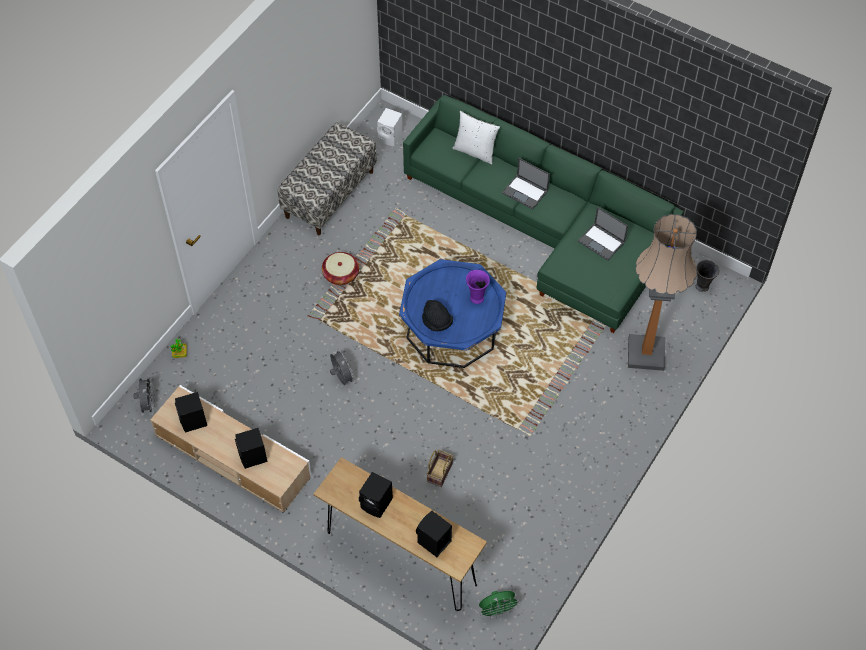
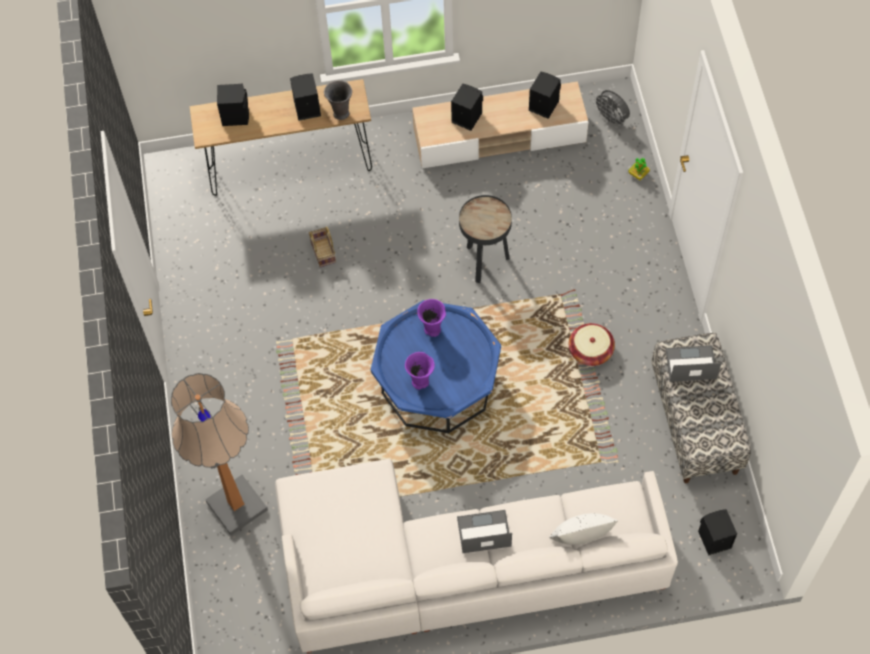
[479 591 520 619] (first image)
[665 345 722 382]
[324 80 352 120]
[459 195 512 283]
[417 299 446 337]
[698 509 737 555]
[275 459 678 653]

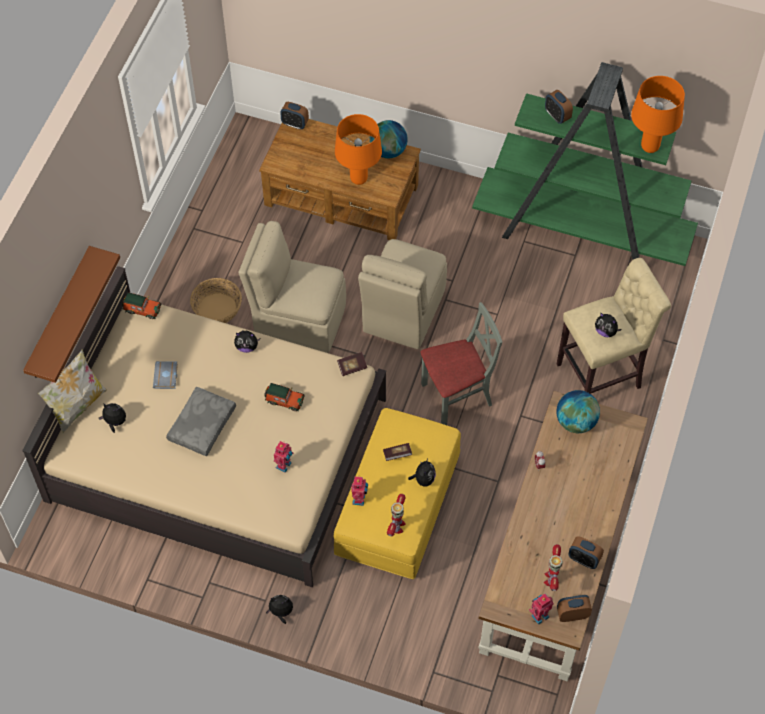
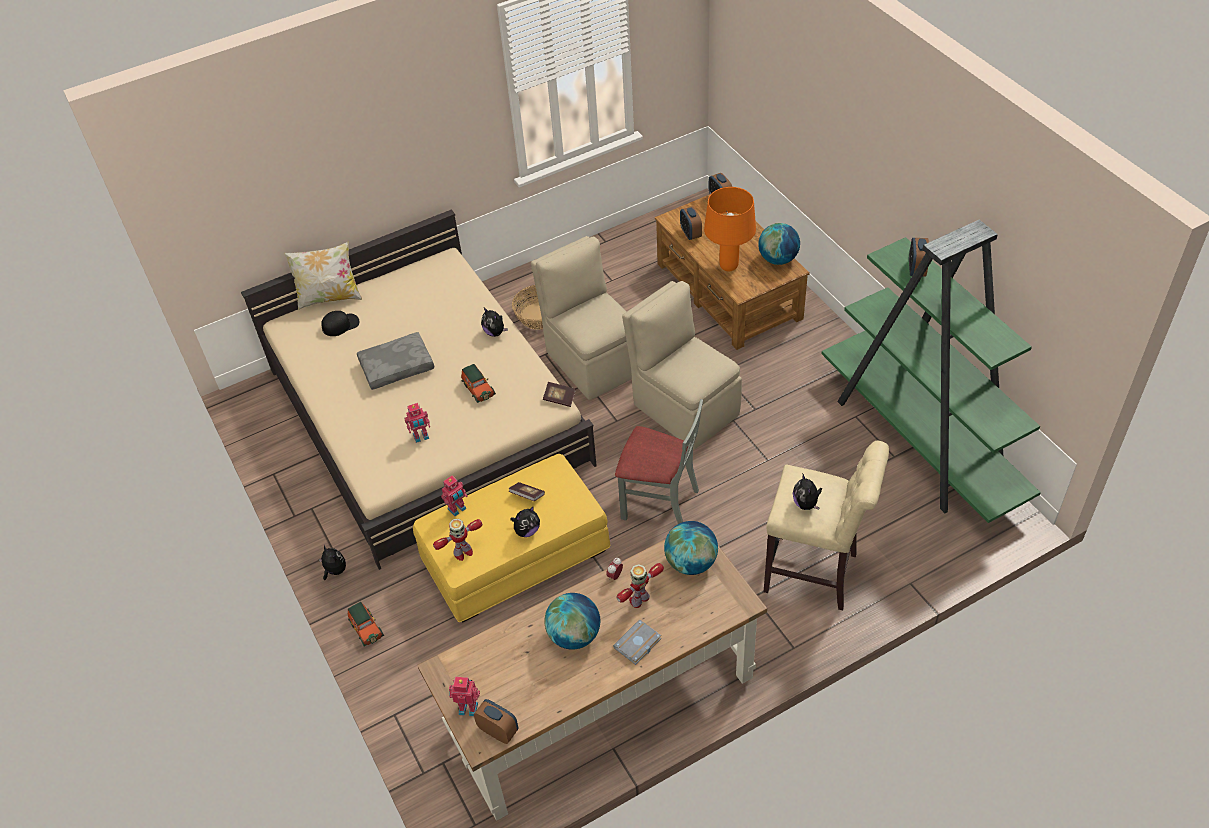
[23 246 120 383] (first image)
[631 76 685 153] (first image)
[544 593 600 650]
[348 602 384 646]
[613 620 661 665]
[616 563 664 608]
[680 206 702 240]
[321 311 359 336]
[622 281 742 450]

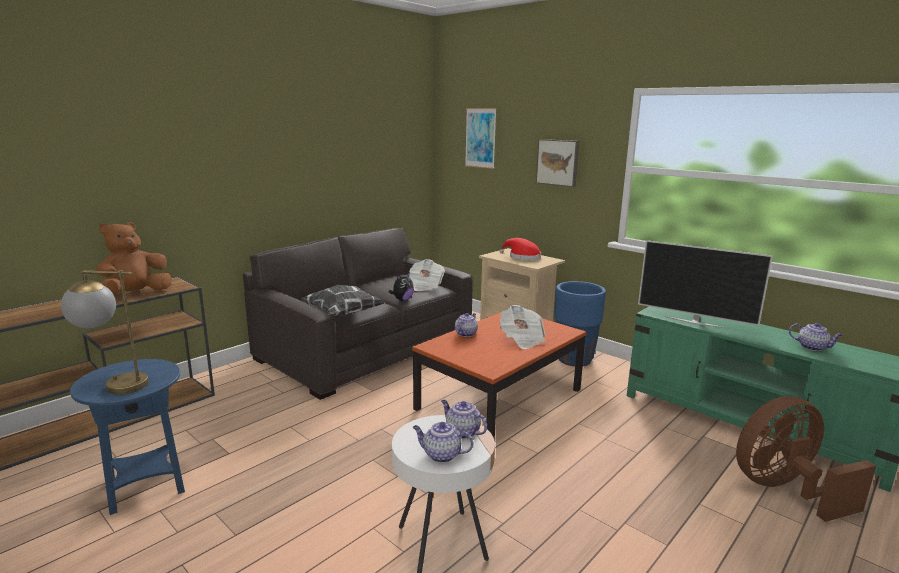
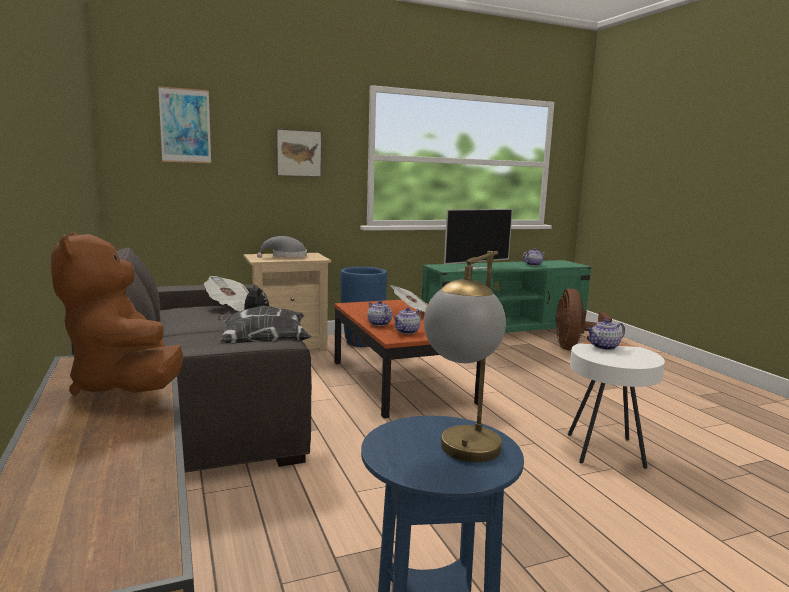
[393 307 421 334]
[257 236 307 258]

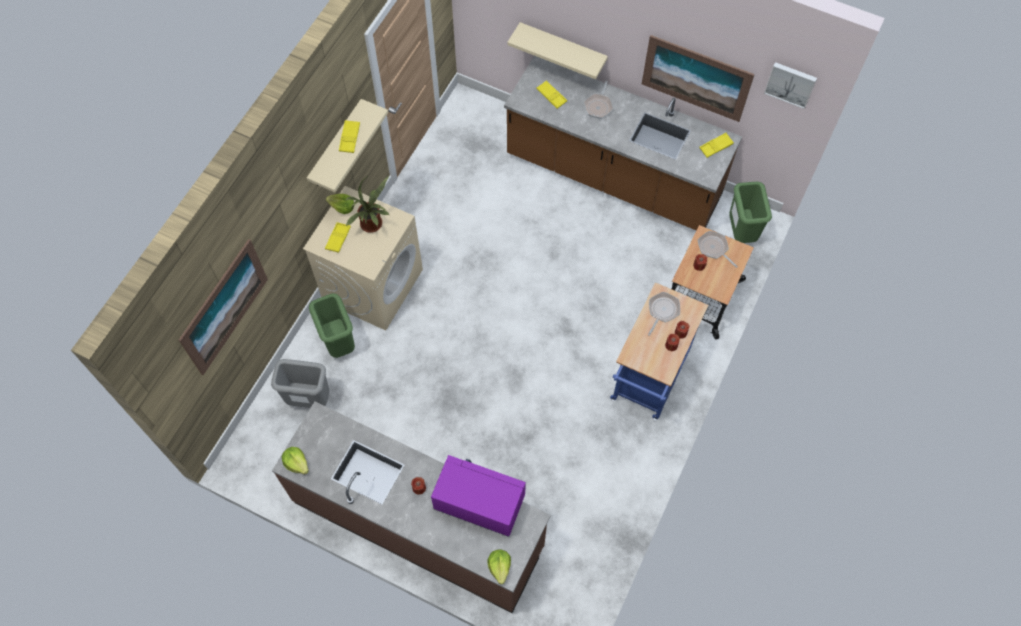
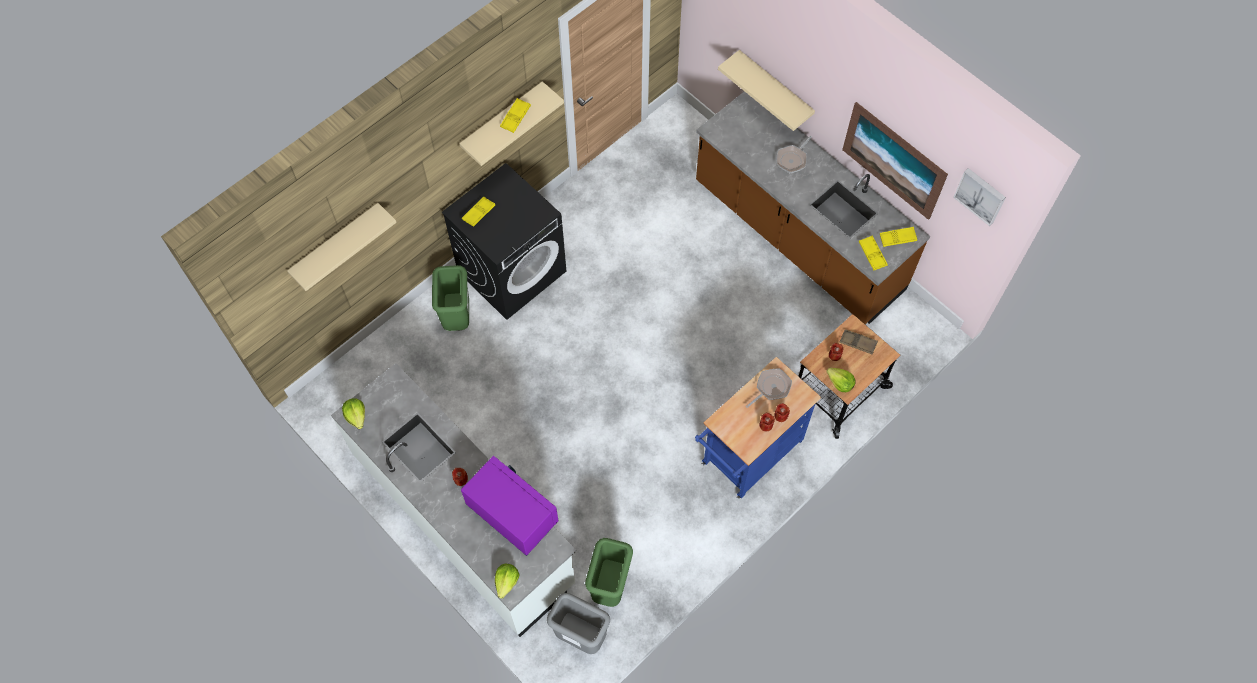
[345 176 389 233] (first image)
[547 593 610 654]
[826 368 855 392]
[859 236 888 270]
[585 538 633 607]
[287 203 396 291]
[839 329 878 354]
[331 363 576 637]
[442 163 566 320]

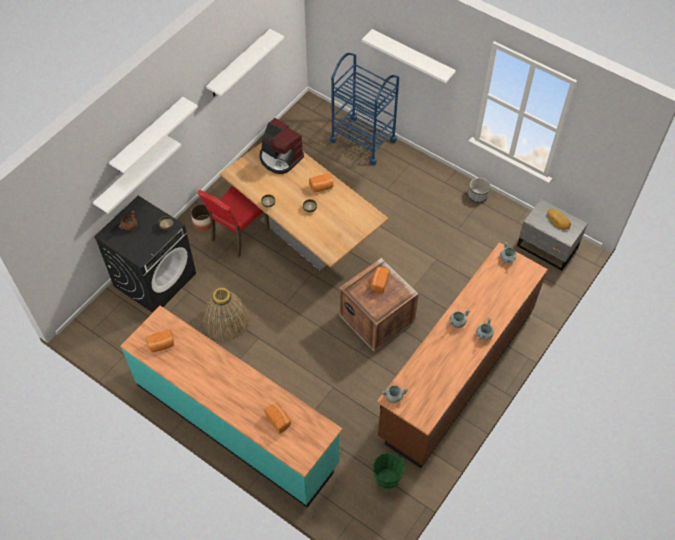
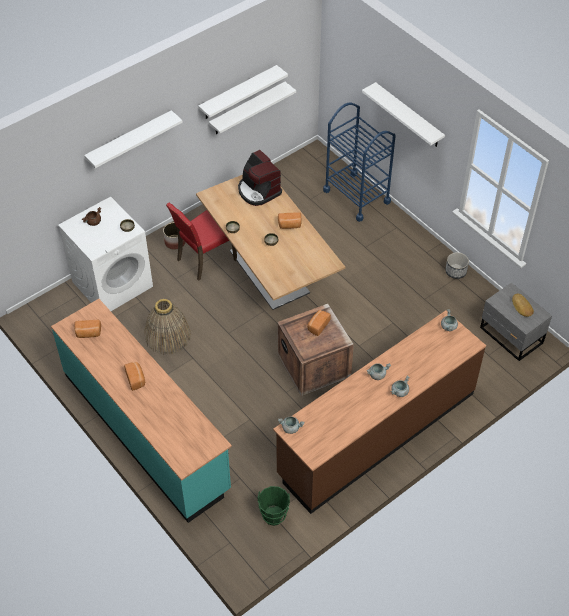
[209 82 296 134]
[124 362 145 391]
[58 197 153 311]

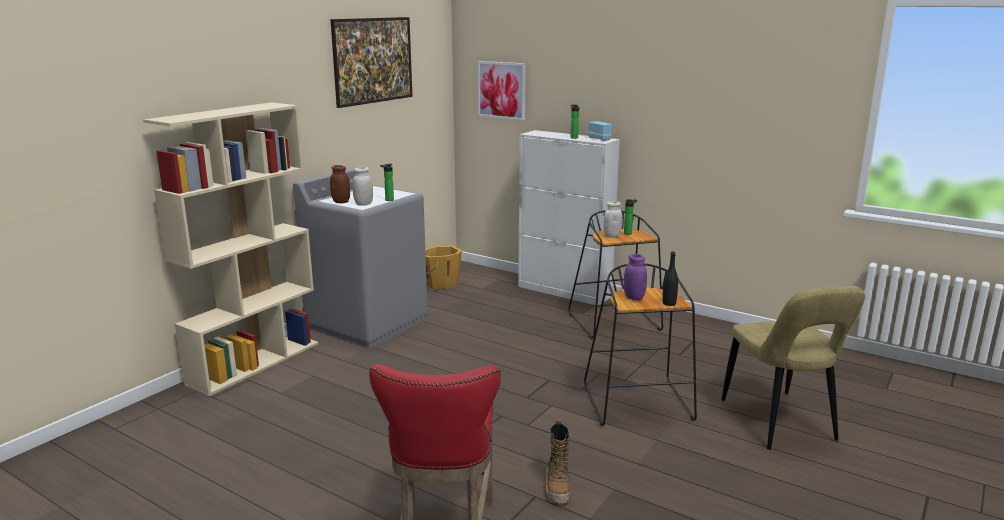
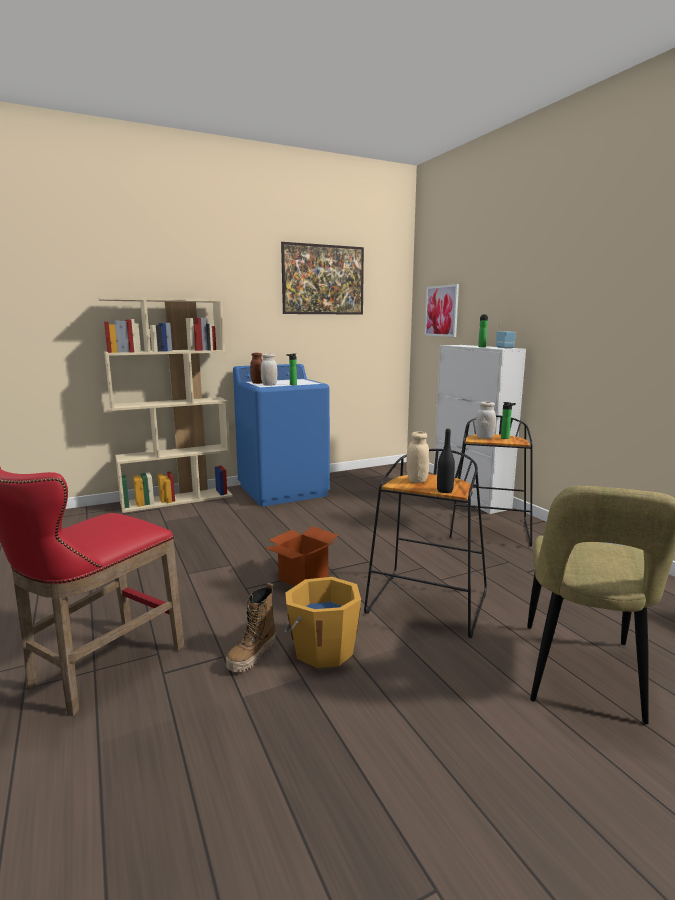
[265 526 338 587]
[285 577 361 668]
[233 364 330 507]
[406 431 429 483]

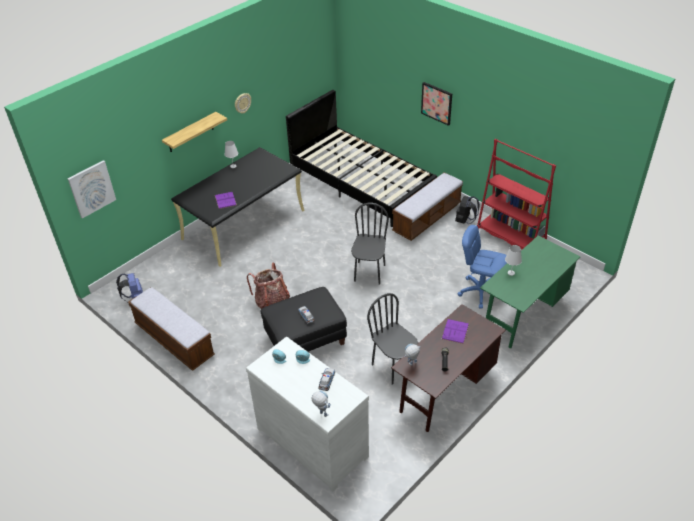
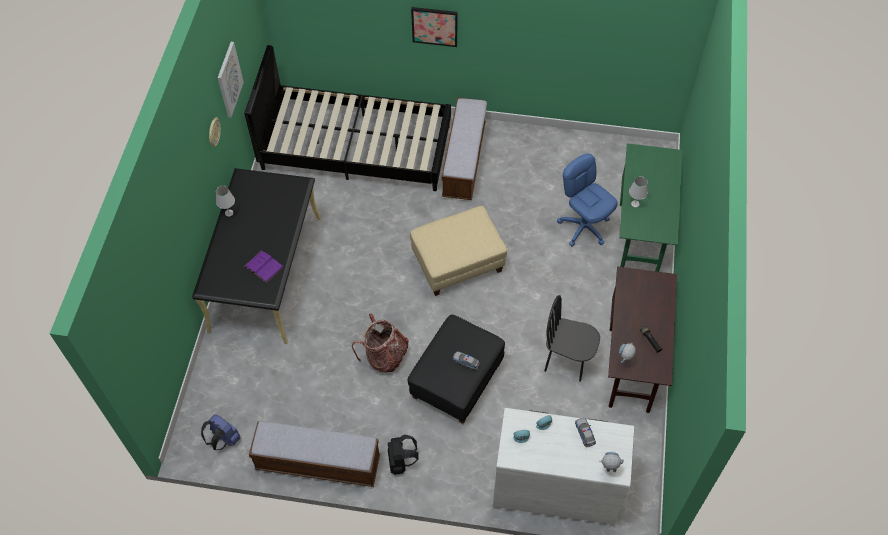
[162 112 227 152] (first image)
[442 319 469 344] (first image)
[477 139 556 249] (first image)
[218 42 244 117]
[388 435 419 475]
[410 206 507 296]
[557 154 618 246]

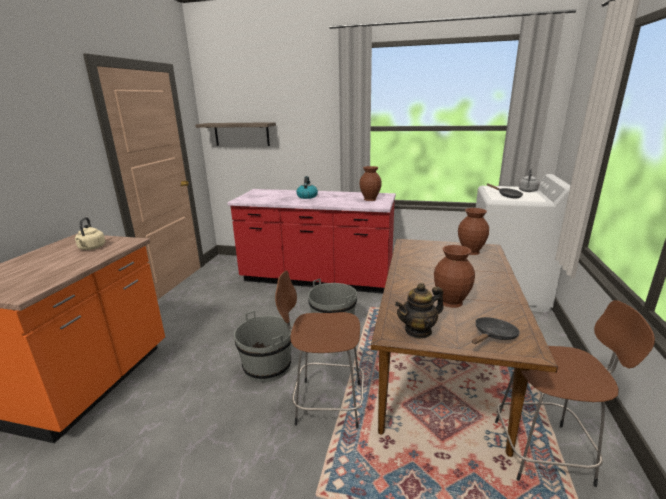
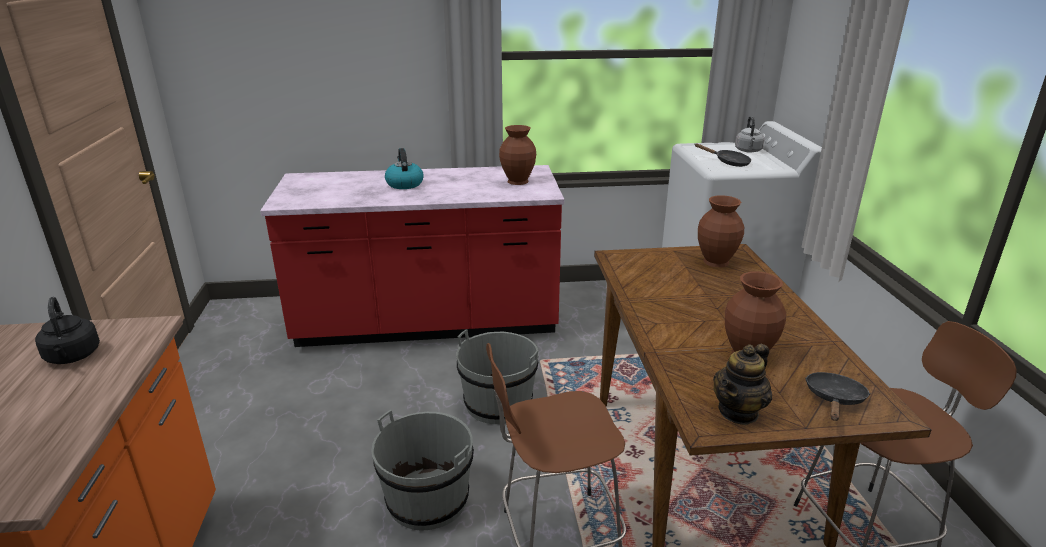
[195 122 276 146] (first image)
[35 297 100 364]

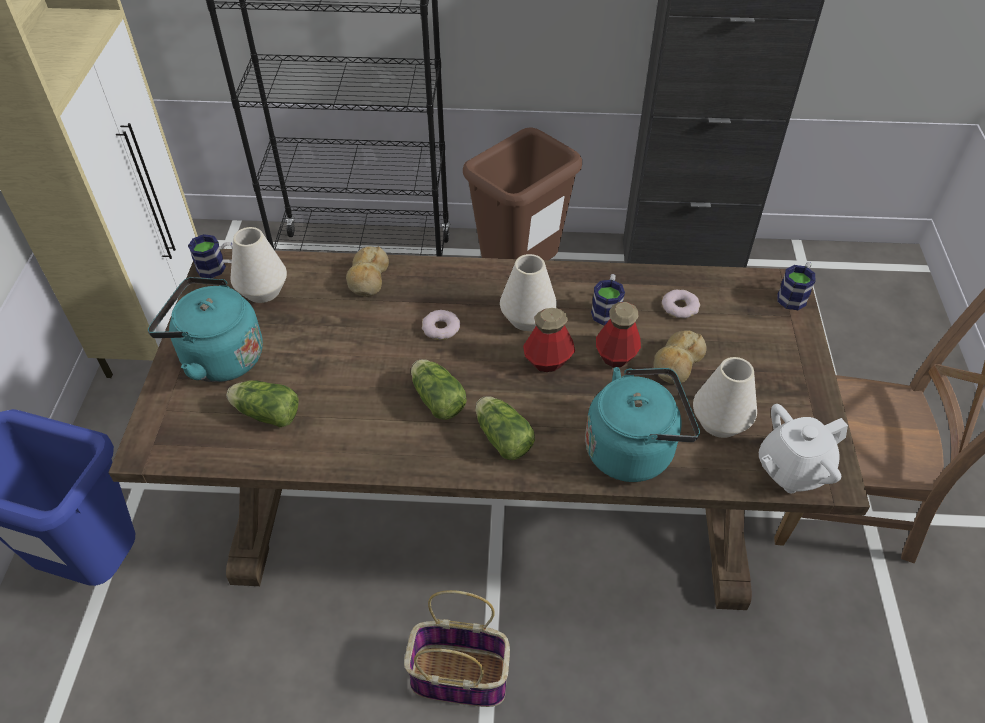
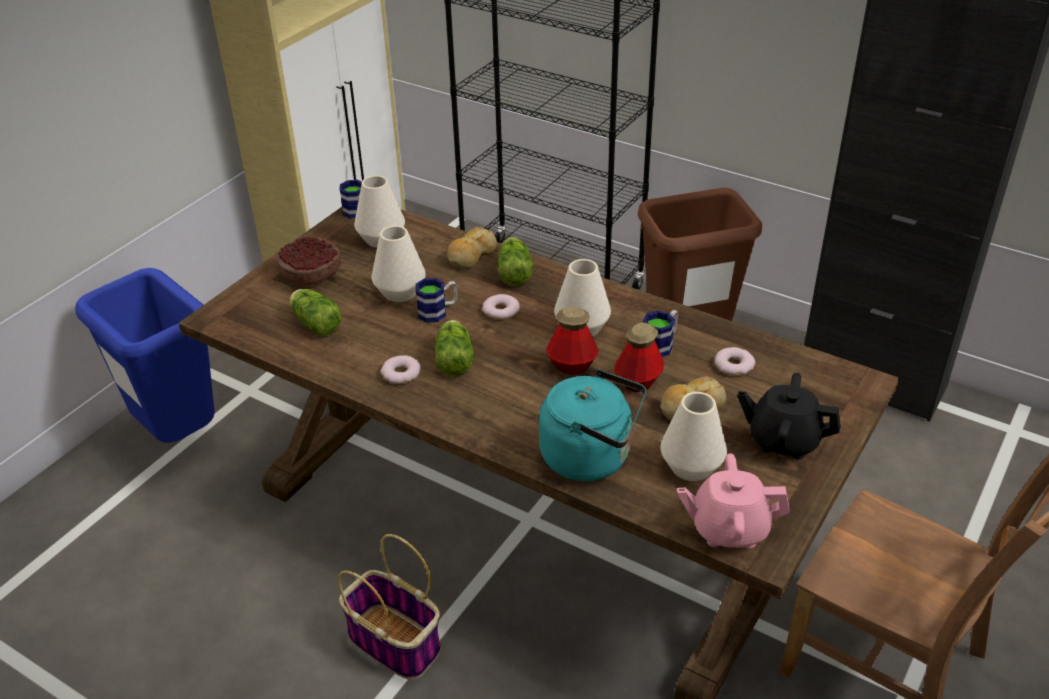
[371 226 426 302]
[381 355 421 384]
[737 373 841 459]
[498 237 533 286]
[415 278 457 323]
[276 236 341 285]
[677 454 790 548]

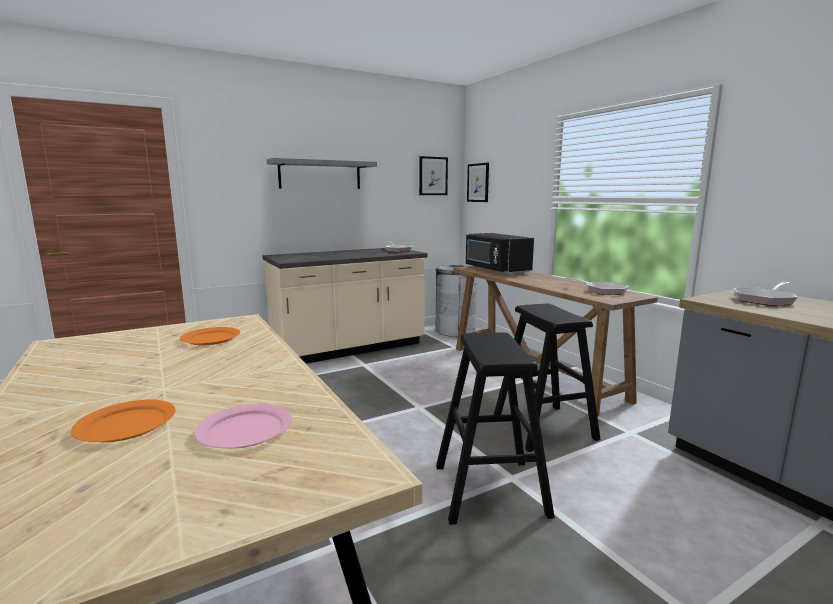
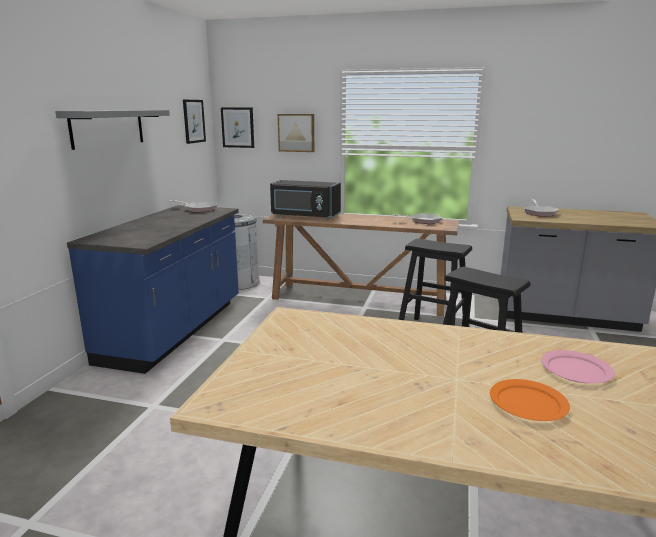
[180 327 240 345] (first image)
[278 114 314 152]
[67 205 239 374]

